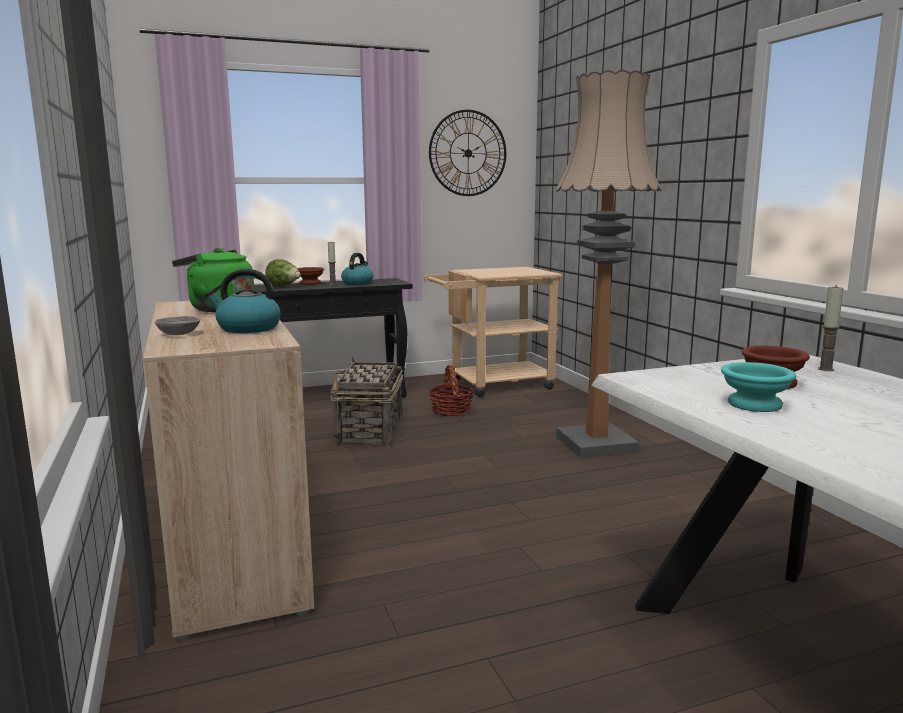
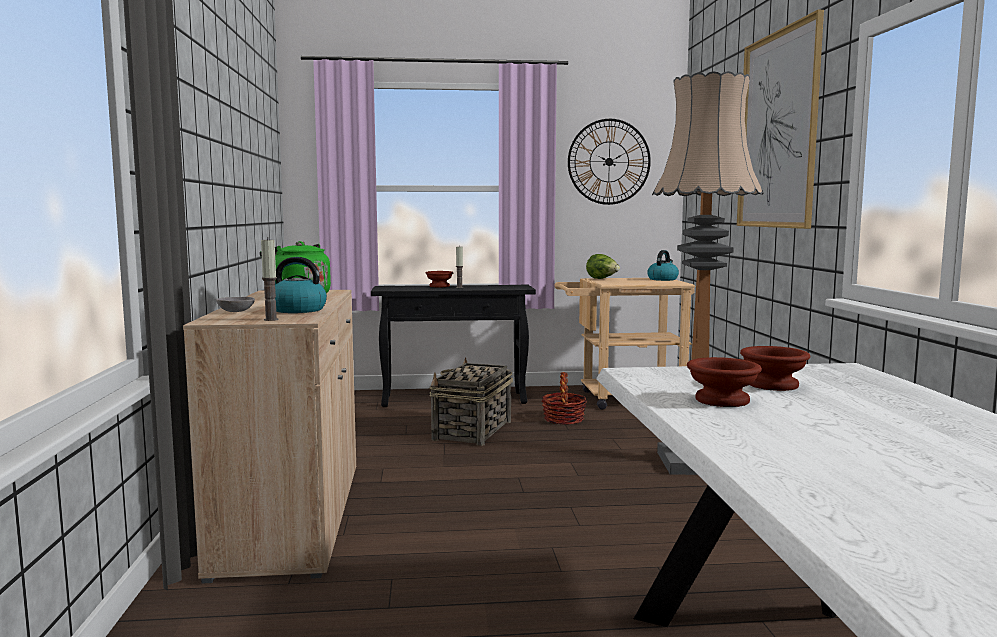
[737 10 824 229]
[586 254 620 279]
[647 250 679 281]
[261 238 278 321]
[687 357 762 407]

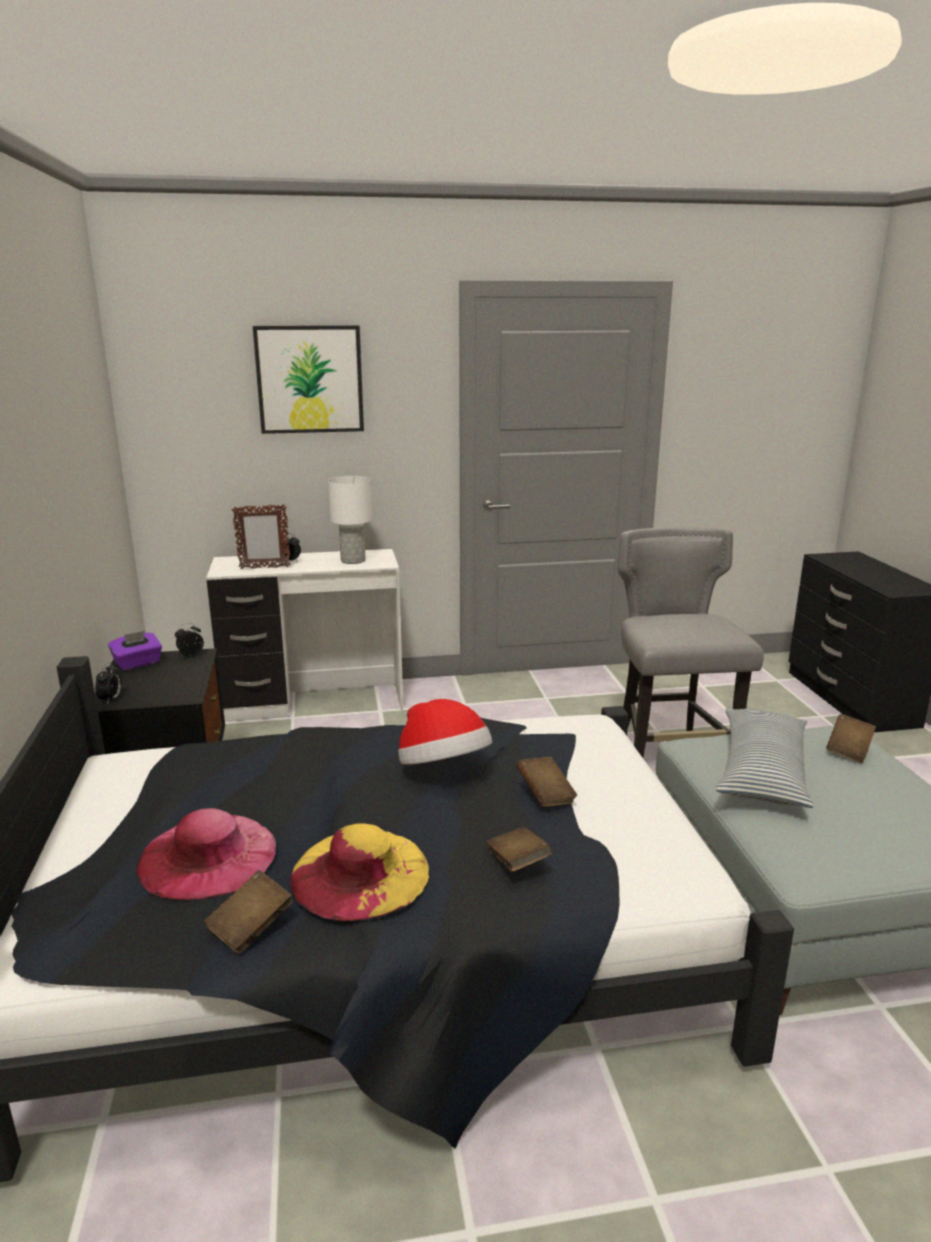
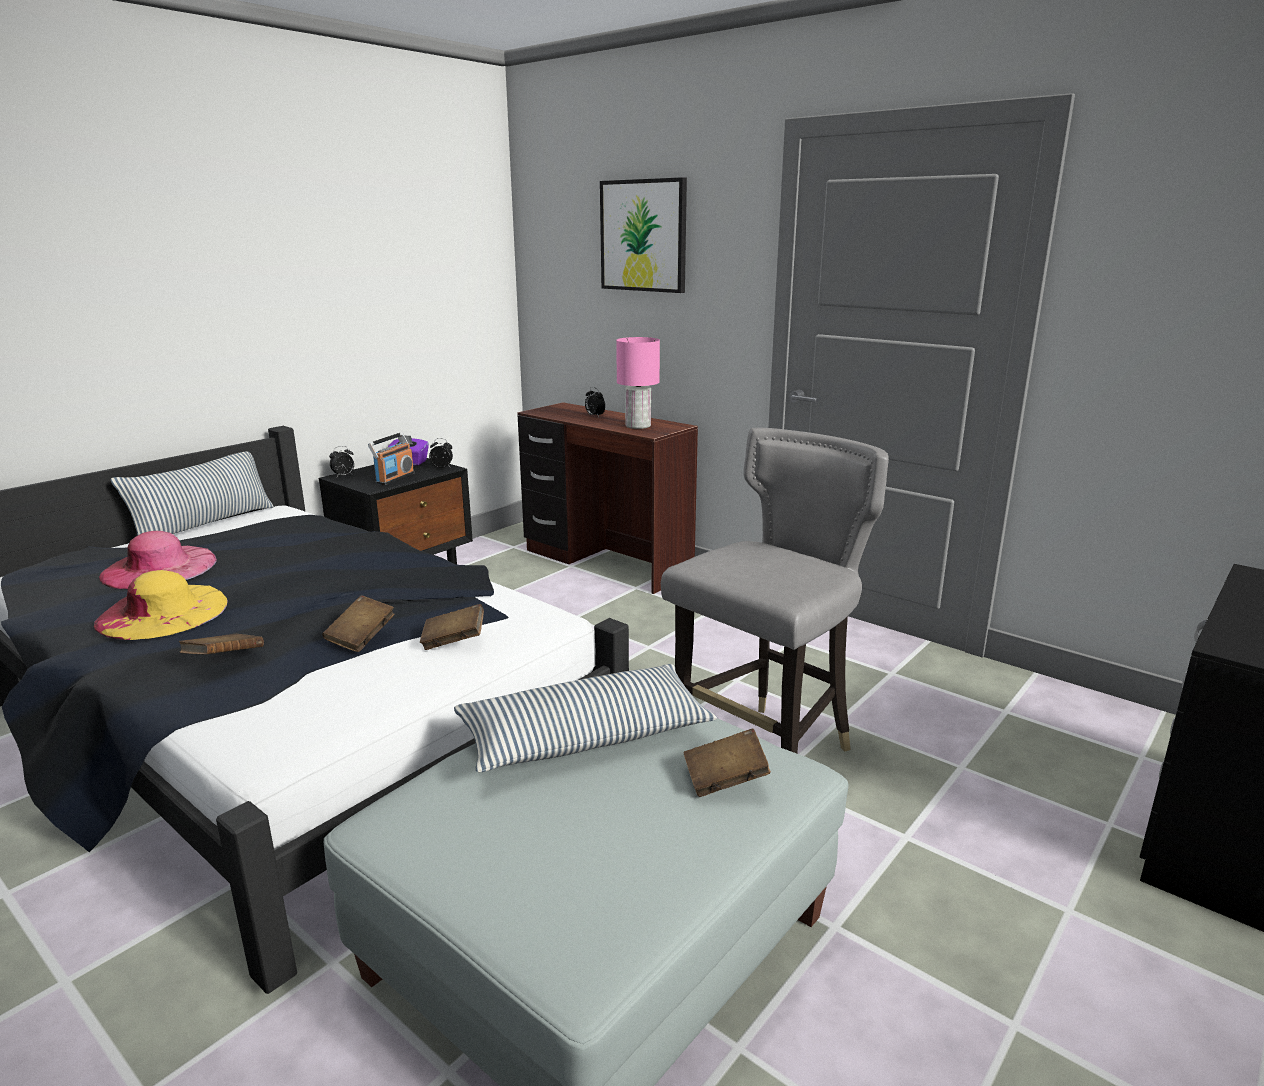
[232 504 291 569] (first image)
[398 699 492 765] (first image)
[111 451 274 535]
[368 432 414 485]
[420 604 484 650]
[517 402 698 594]
[616 337 660 429]

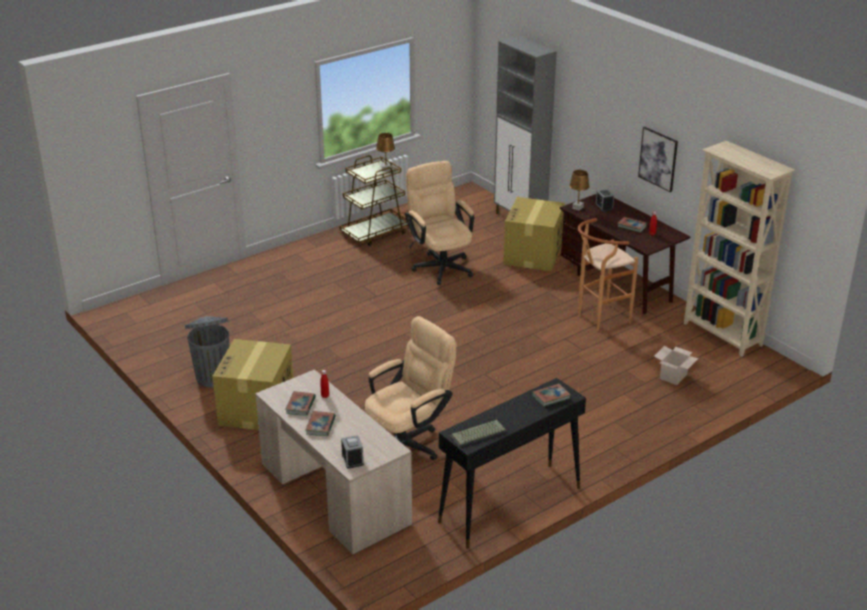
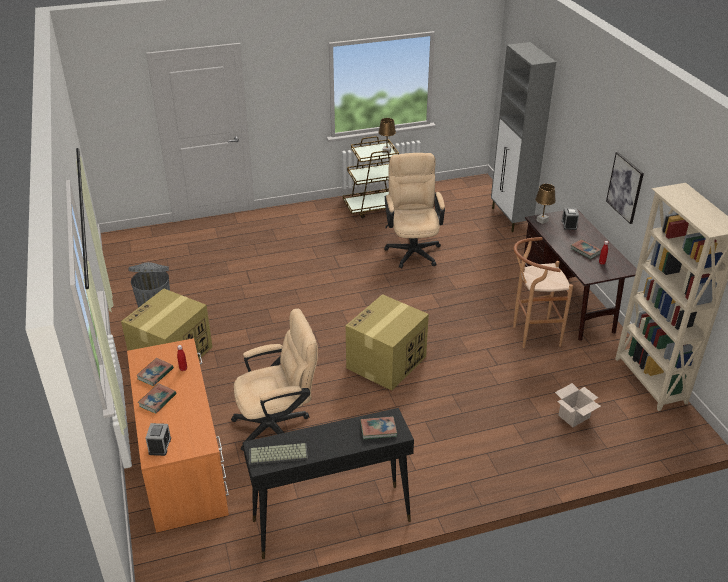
[346 294 429 391]
[127 338 229 533]

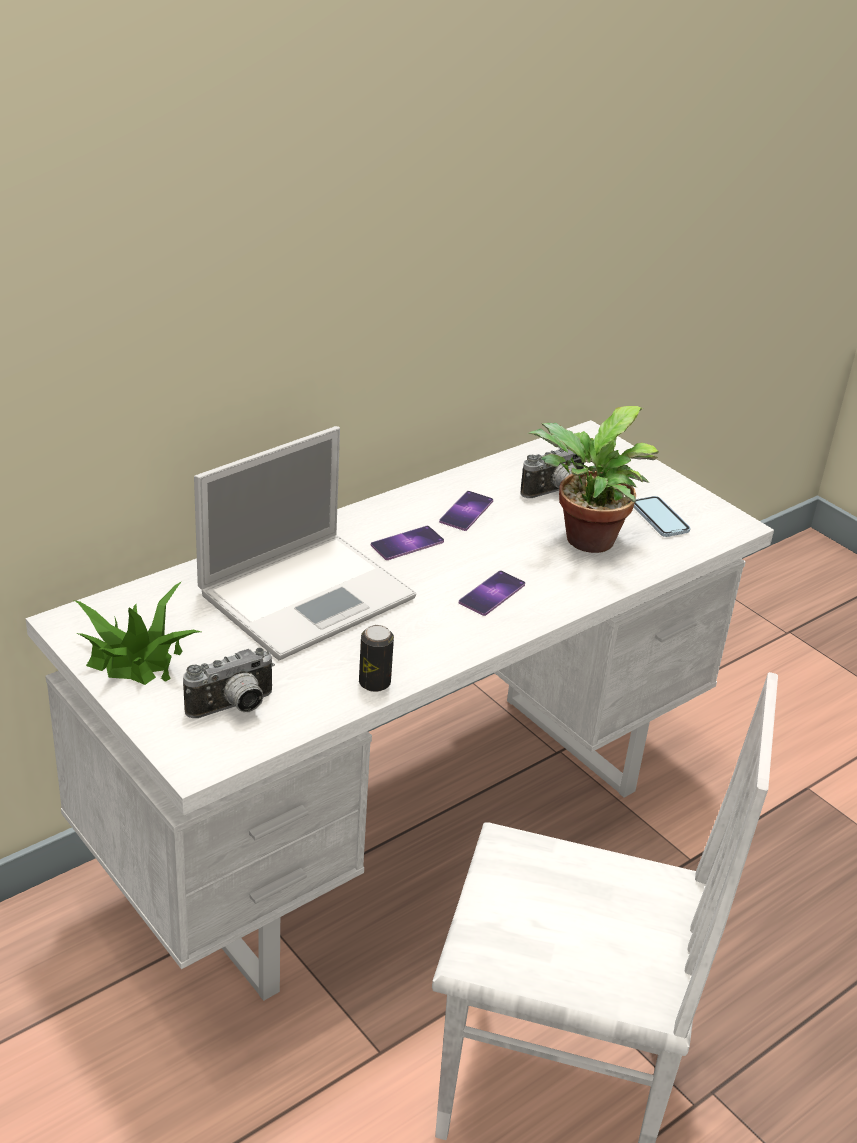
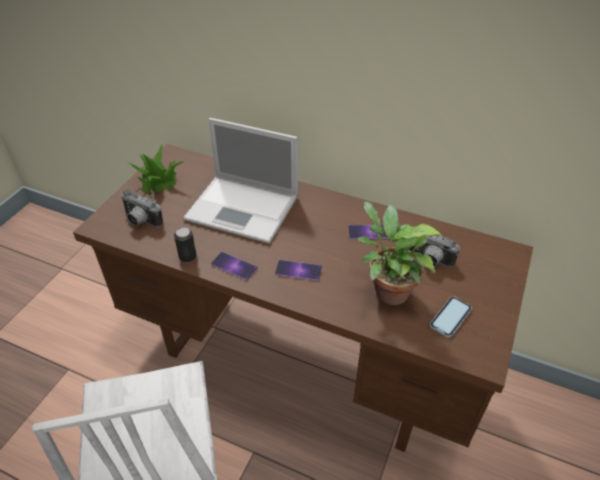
[211 252 258 281]
[73 144 533 452]

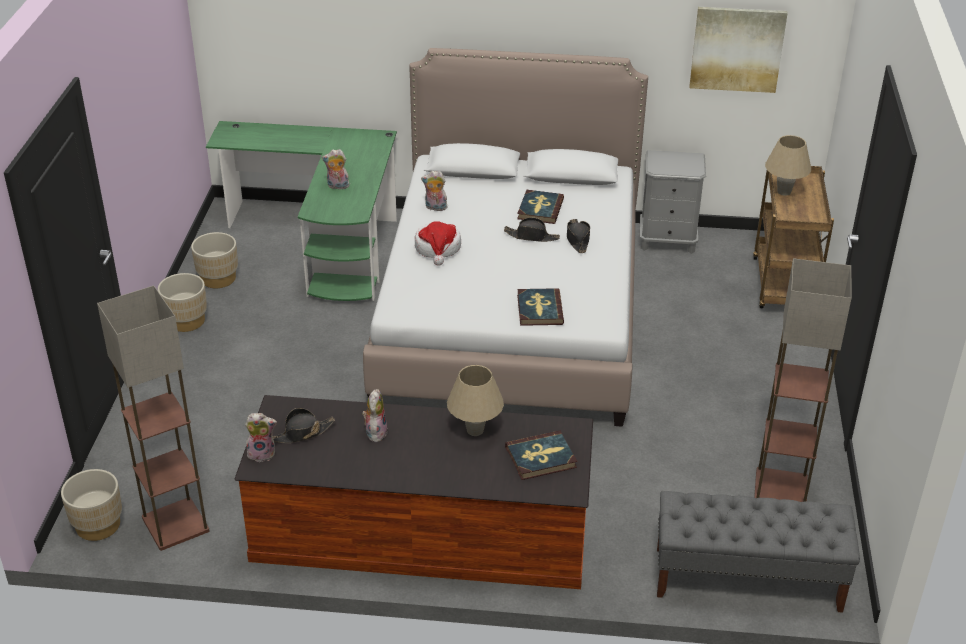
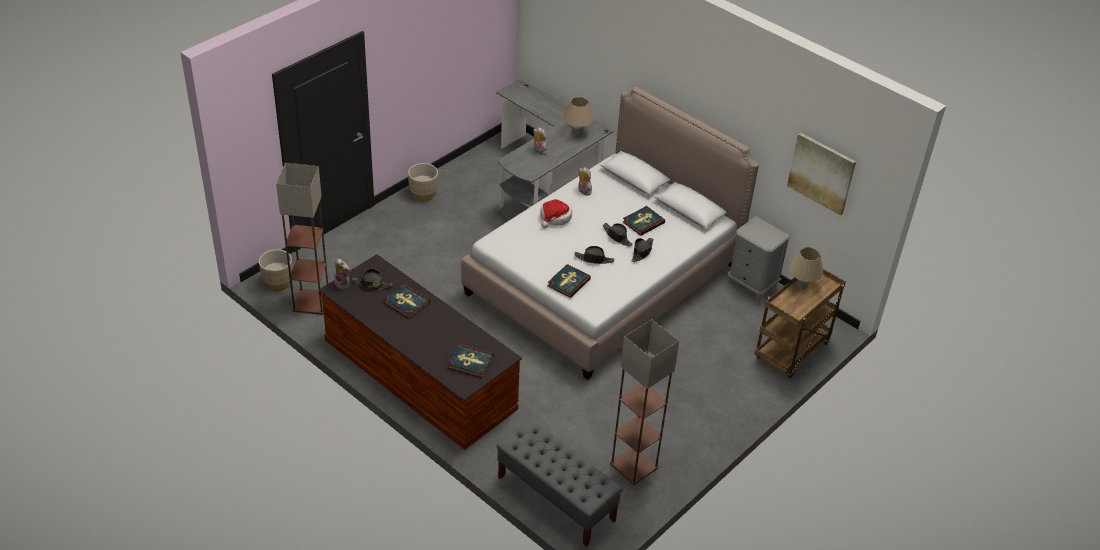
[191 232 238 288] (first image)
[574 246 614 264]
[563 97 593 136]
[383 284 430 319]
[496 79 613 221]

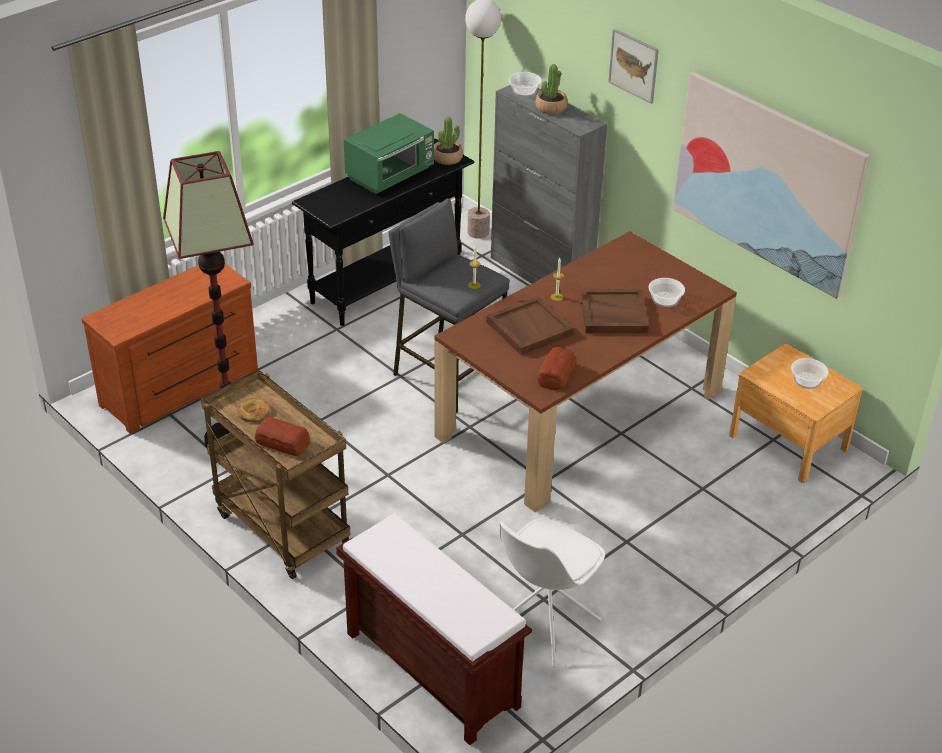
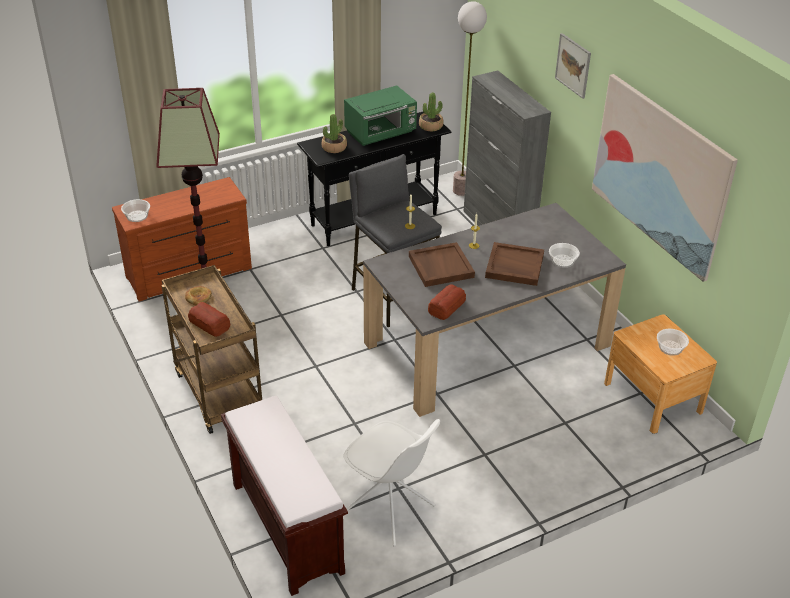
[121 199 150 222]
[322 114 347 153]
[363 203 626 417]
[343 419 440 546]

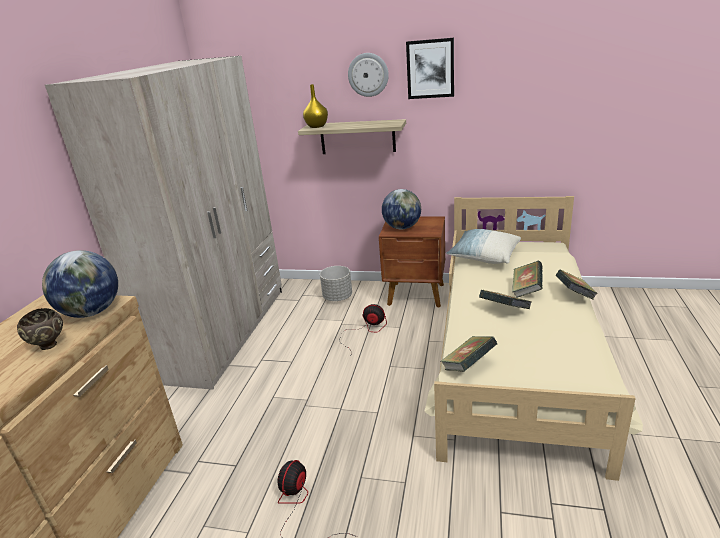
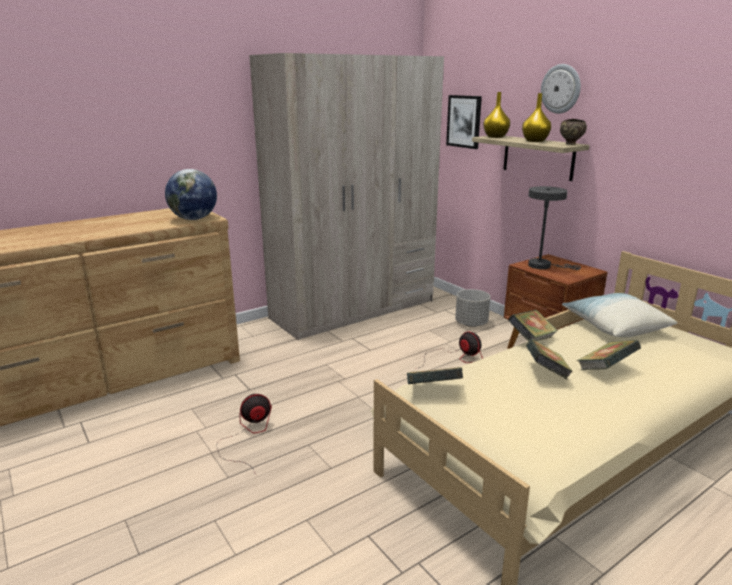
[522 93 551 142]
[560 119 587 145]
[446 95 482 149]
[508 310 558 342]
[528 186 581 270]

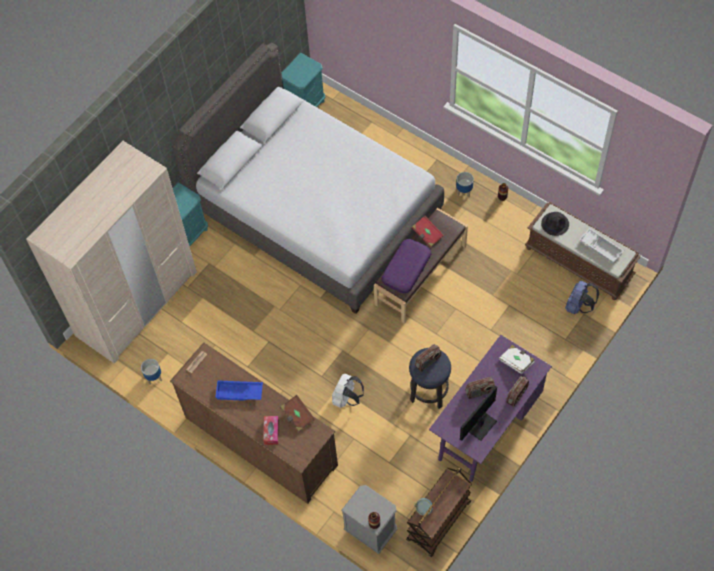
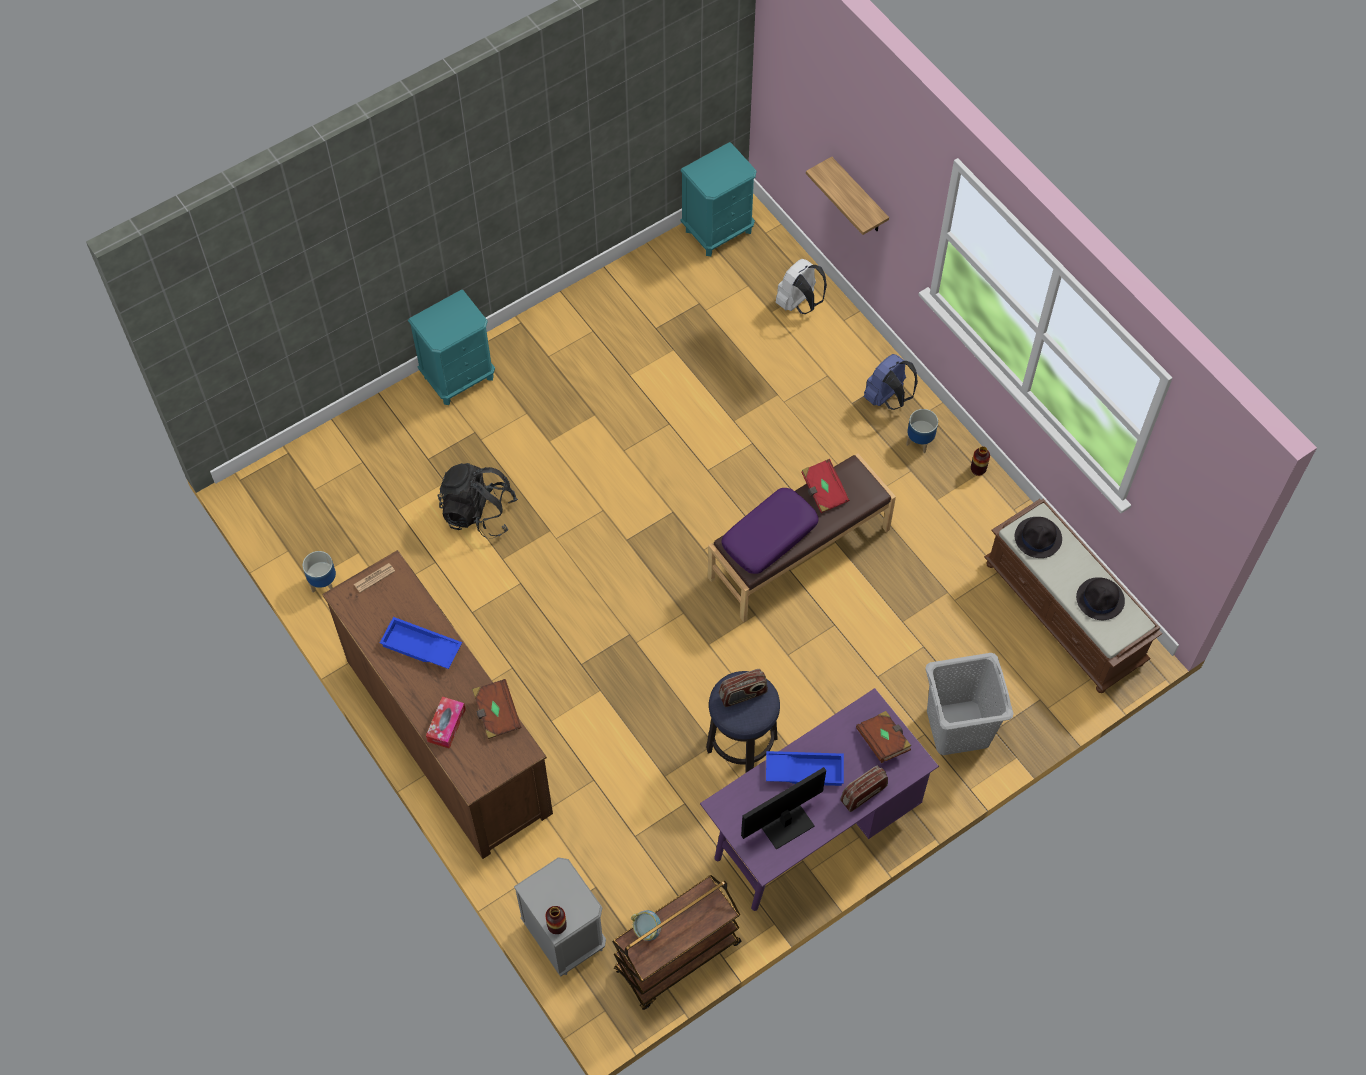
[26 141 197 363] (first image)
[172 43 444 314] (first image)
[437 463 518 538]
[806 157 889 235]
[925 653 1014 755]
[776 259 827 314]
[864 354 918 410]
[766 751 844 786]
[1076 577 1125 620]
[856 711 911 763]

